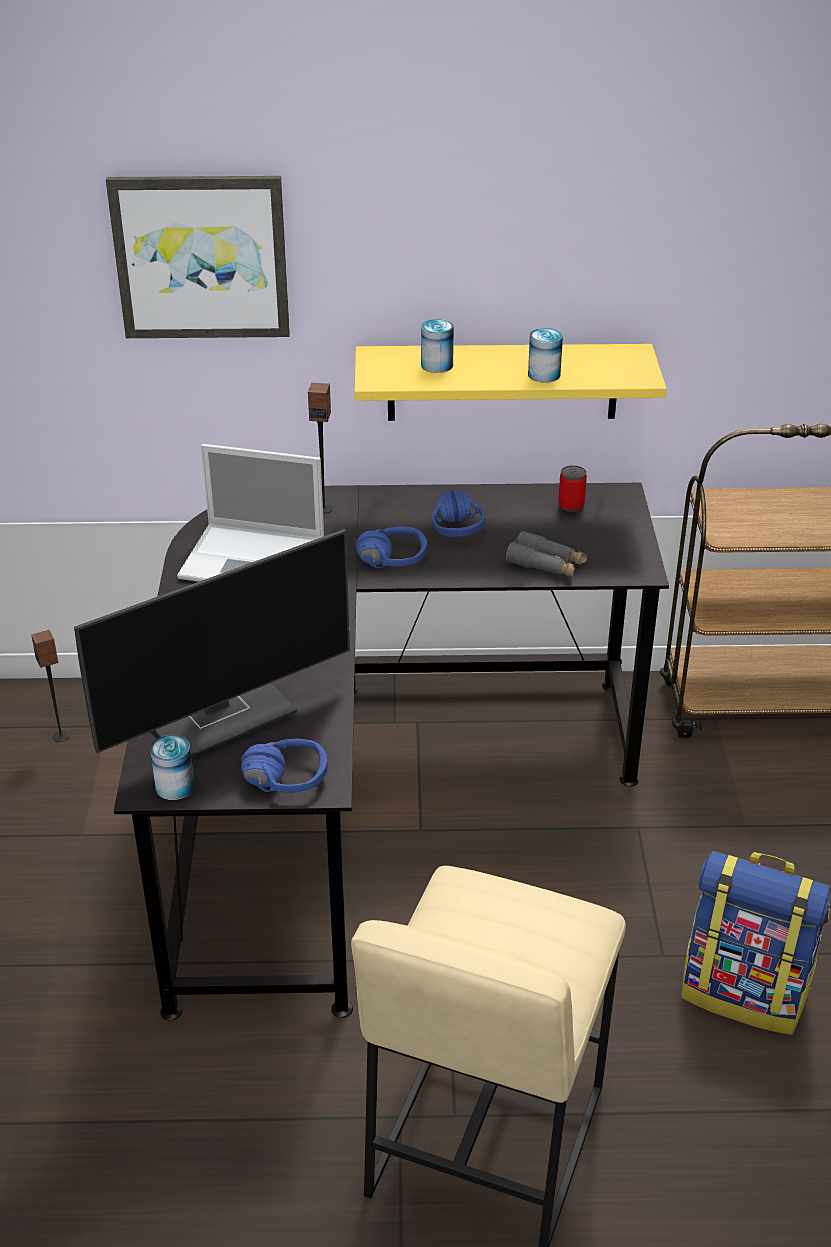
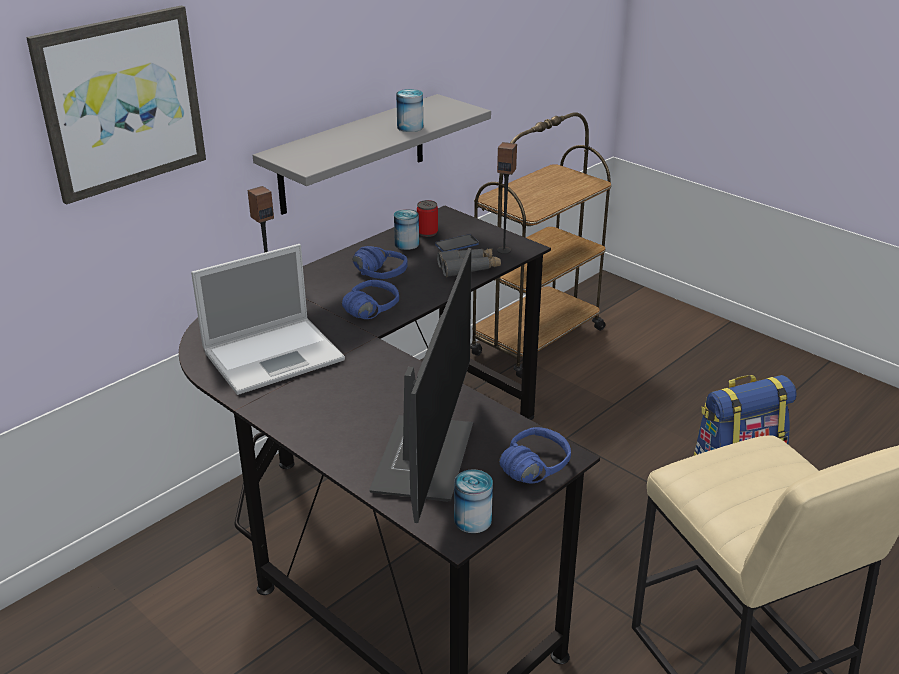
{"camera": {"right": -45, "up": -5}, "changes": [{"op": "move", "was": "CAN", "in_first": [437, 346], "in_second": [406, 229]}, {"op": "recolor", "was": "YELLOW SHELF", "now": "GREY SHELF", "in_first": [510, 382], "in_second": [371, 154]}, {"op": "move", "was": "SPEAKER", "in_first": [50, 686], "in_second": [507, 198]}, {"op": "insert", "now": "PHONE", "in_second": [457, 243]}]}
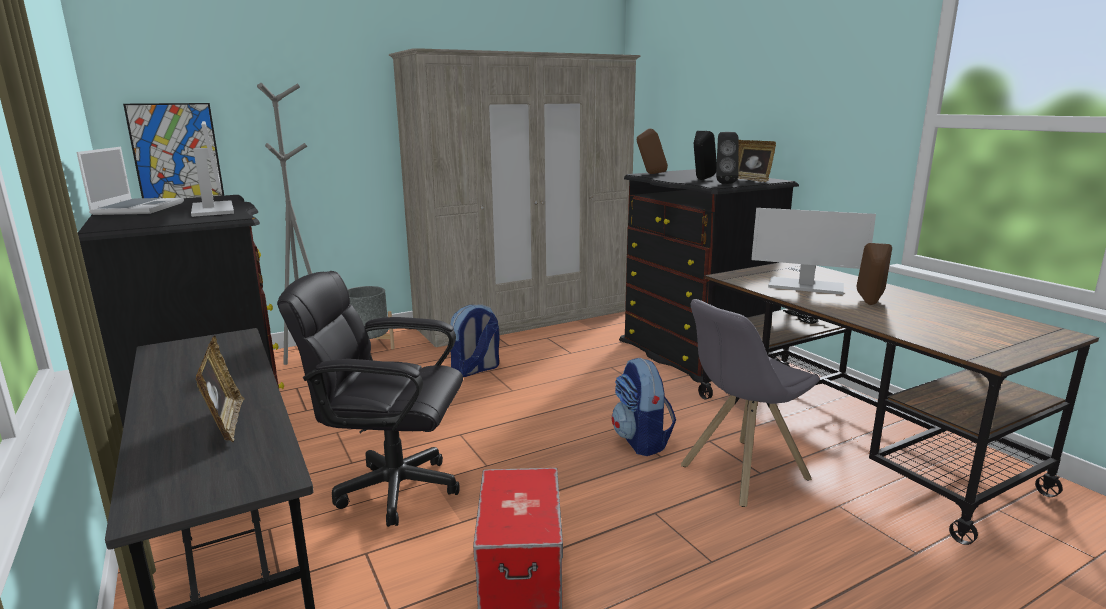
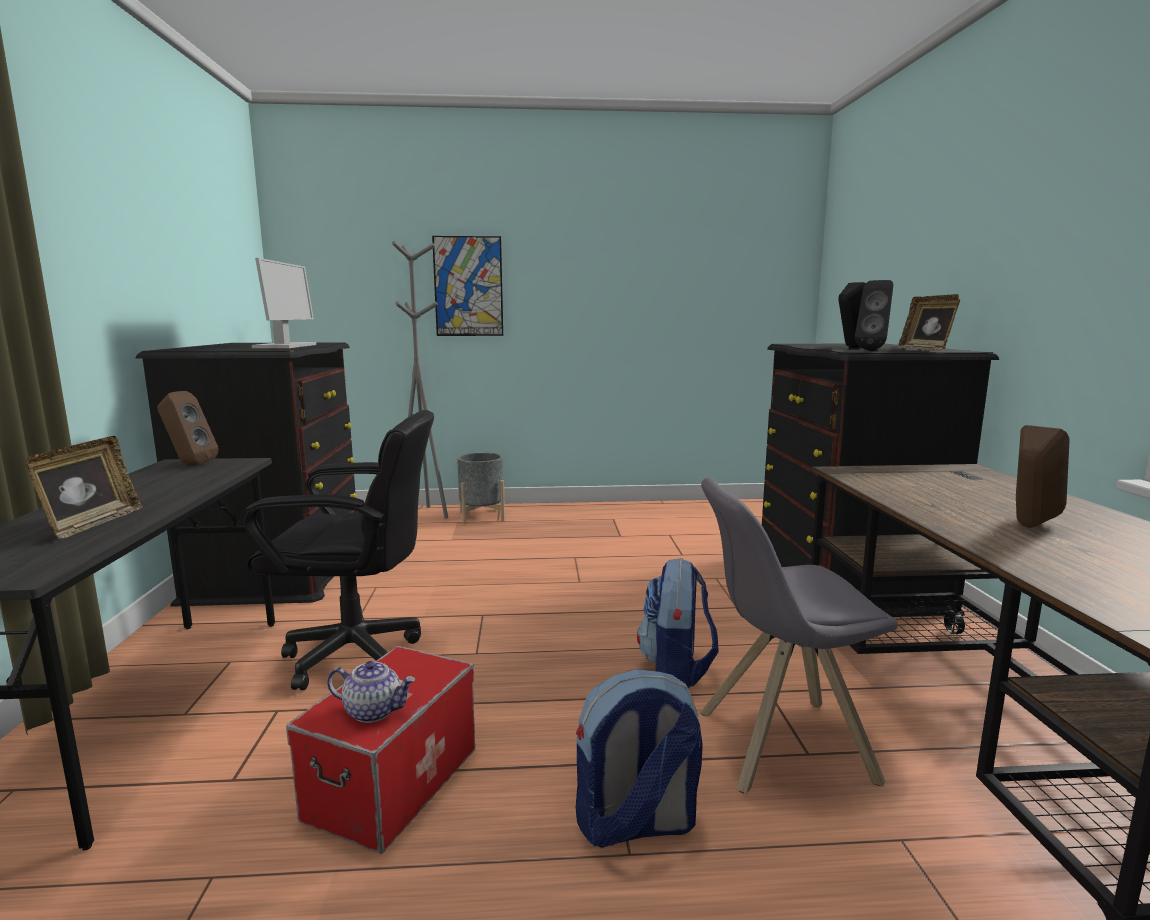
{"camera": {"right": 25, "up": -5}, "changes": [{"op": "delete", "was": "BEIGE WARDROBE", "in_first": [515, 197]}, {"op": "move", "was": "PICTURE", "in_first": [173, 150], "in_second": [467, 286]}, {"op": "move", "was": "BROWN SPEAKER", "in_first": [652, 151], "in_second": [188, 427]}, {"op": "delete", "was": "LAPTOP", "in_first": [130, 181]}, {"op": "delete", "was": "MONITOR", "in_first": [813, 251]}, {"op": "rotate", "was": "BLACK OFFICE CHAIR", "in_first": [370, 399], "in_second": [339, 550], "clockwise": 150}, {"op": "move", "was": "BACKPACK", "in_first": [475, 340], "in_second": [639, 758]}, {"op": "insert", "now": "TEAPOT", "in_second": [371, 692]}]}
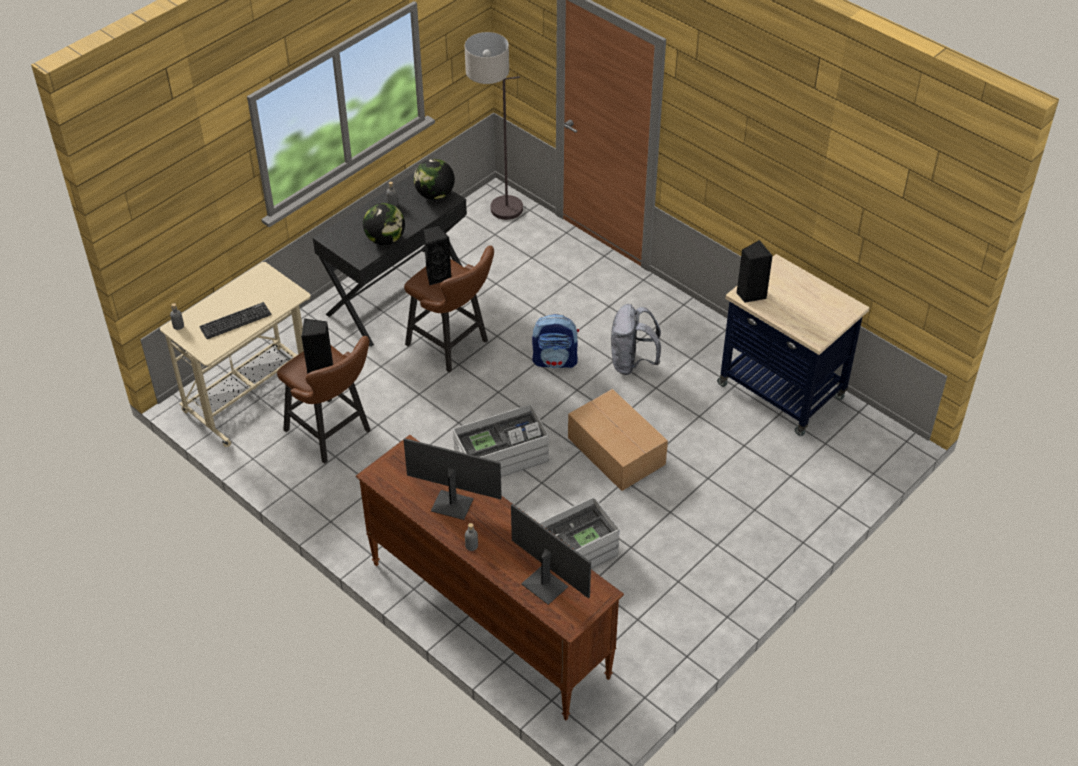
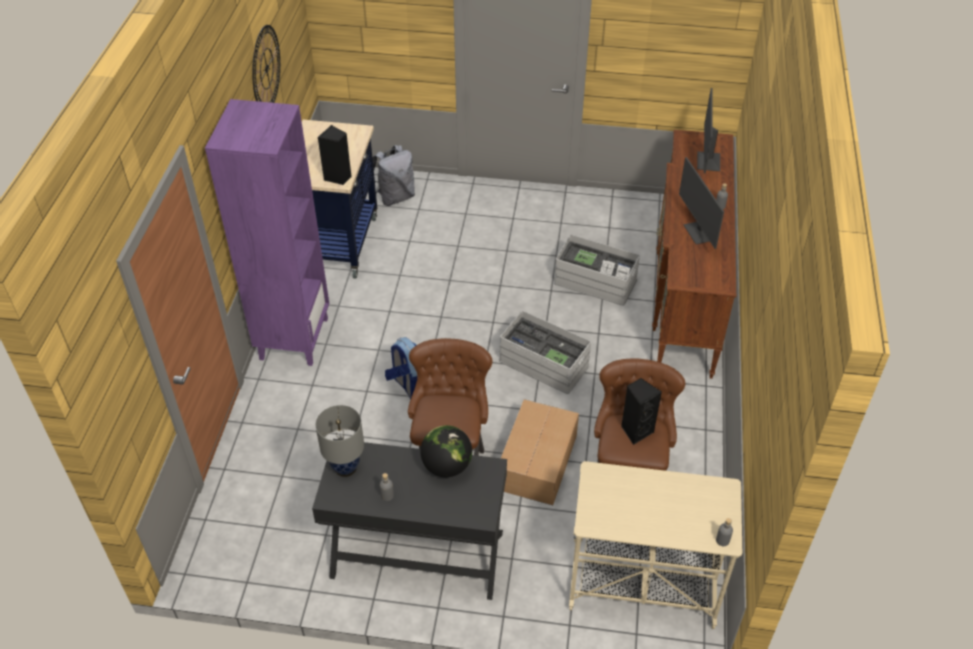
{"camera": {"right": -125, "up": 0}, "changes": [{"op": "delete", "was": "GREY FLOOR LAMP", "in_first": [494, 126]}, {"op": "replace", "was": "GLOBE", "now": "GREY TABLE LAMP", "in_first": [434, 179], "in_second": [340, 441]}, {"op": "delete", "was": "BLACK SPEAKER", "in_first": [437, 255]}, {"op": "delete", "was": "KEYBOARD", "in_first": [236, 320]}, {"op": "move", "was": "GREY BACKPACK", "in_first": [636, 339], "in_second": [393, 175]}, {"op": "move", "was": "CARDBOARD BOX", "in_first": [618, 440], "in_second": [540, 452]}, {"op": "insert", "now": "WALL CLOCK", "in_second": [266, 64]}, {"op": "insert", "now": "PURPLE BOOKCASE", "in_second": [267, 232]}]}
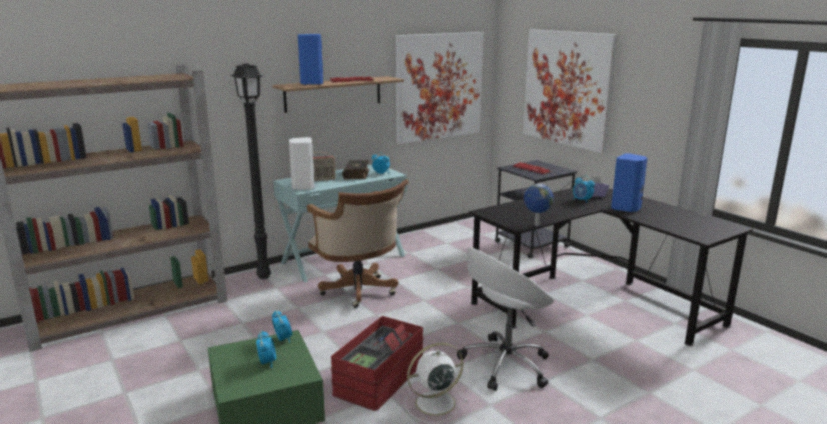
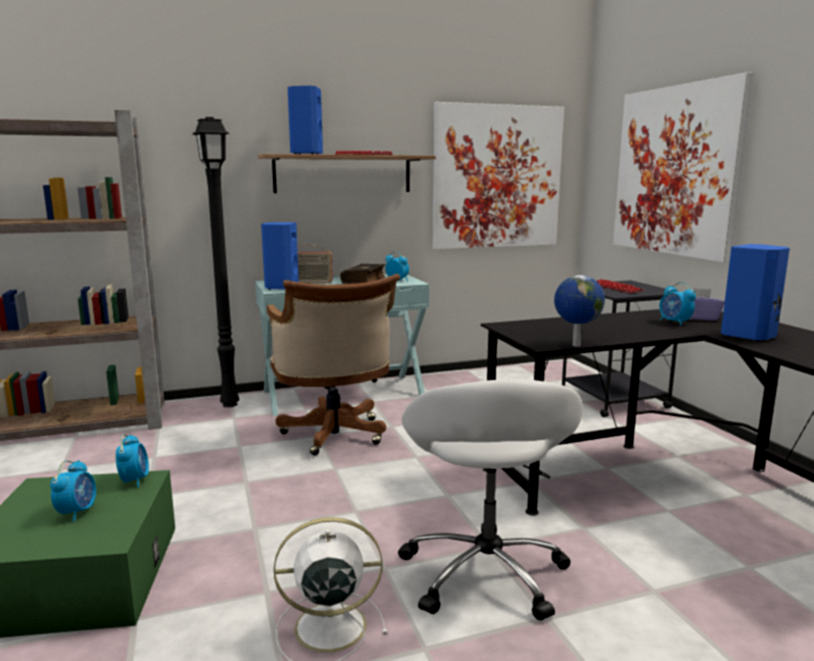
{"camera": {"right": 15, "up": -5}, "changes": [{"op": "recolor", "was": "WHITE SPEAKER", "now": "BLUE SPEAKER", "in_first": [301, 163], "in_second": [280, 256]}, {"op": "rotate", "was": "WHITE OFFICE CHAIR", "in_first": [505, 319], "in_second": [490, 499], "clockwise": -75}, {"op": "delete", "was": "RED STORAGE BOX", "in_first": [377, 363]}]}
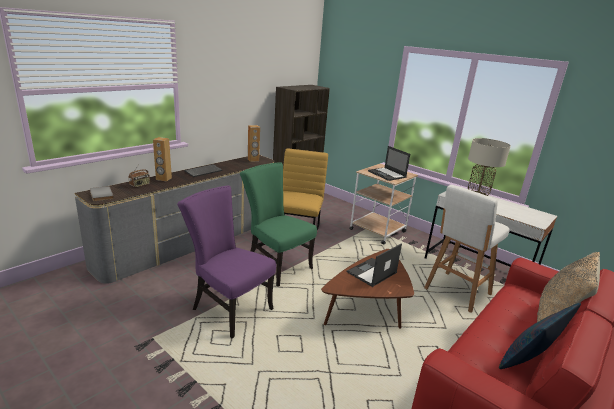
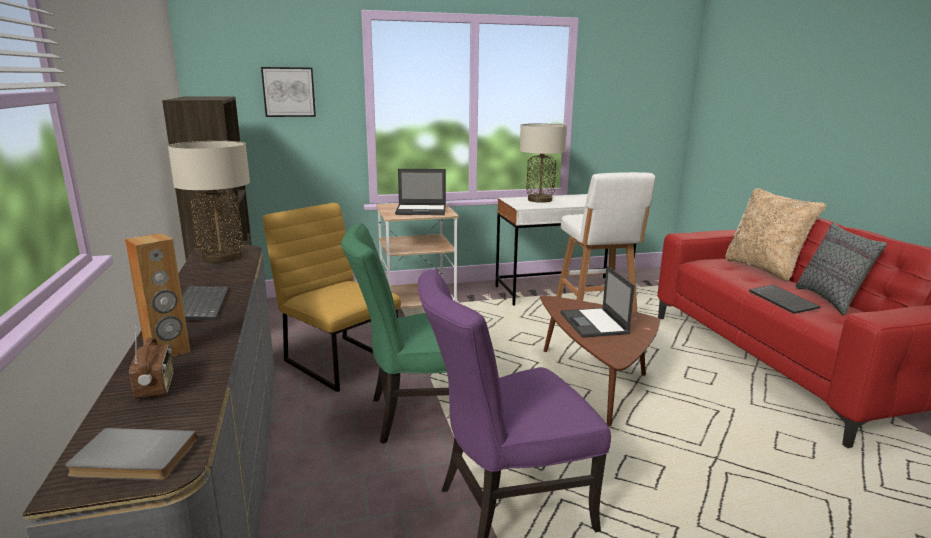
{"camera": {"right": -55, "up": -5}, "changes": [{"op": "replace", "was": "BROWN SPEAKER", "now": "TABLE LAMP", "in_first": [254, 143], "in_second": [209, 202]}, {"op": "recolor", "was": "BLUE PILLOW", "now": "GREY PILLOW", "in_first": [540, 336], "in_second": [841, 268]}, {"op": "insert", "now": "PICTURE", "in_second": [288, 92]}, {"op": "insert", "now": "KEYBOARD", "in_second": [785, 299]}]}
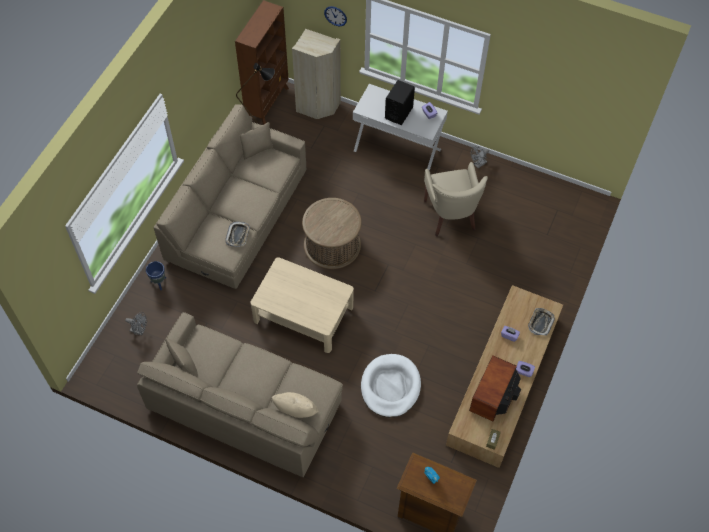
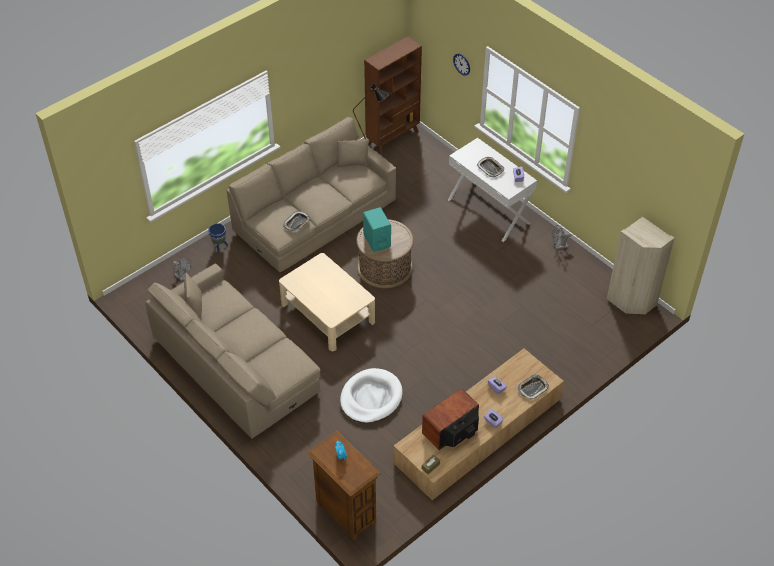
{"camera": {"right": 25, "up": -10}, "changes": [{"op": "move", "was": "BEIGE CABINET", "in_first": [316, 74], "in_second": [641, 265]}, {"op": "replace", "was": "BLACK SPEAKER", "now": "TRAY", "in_first": [400, 102], "in_second": [491, 167]}, {"op": "delete", "was": "BEIGE ARMCHAIR", "in_first": [456, 199]}, {"op": "delete", "was": "BEIGE PILLOW", "in_first": [295, 405]}, {"op": "insert", "now": "TURQUOISE SPEAKER", "in_second": [377, 229]}]}
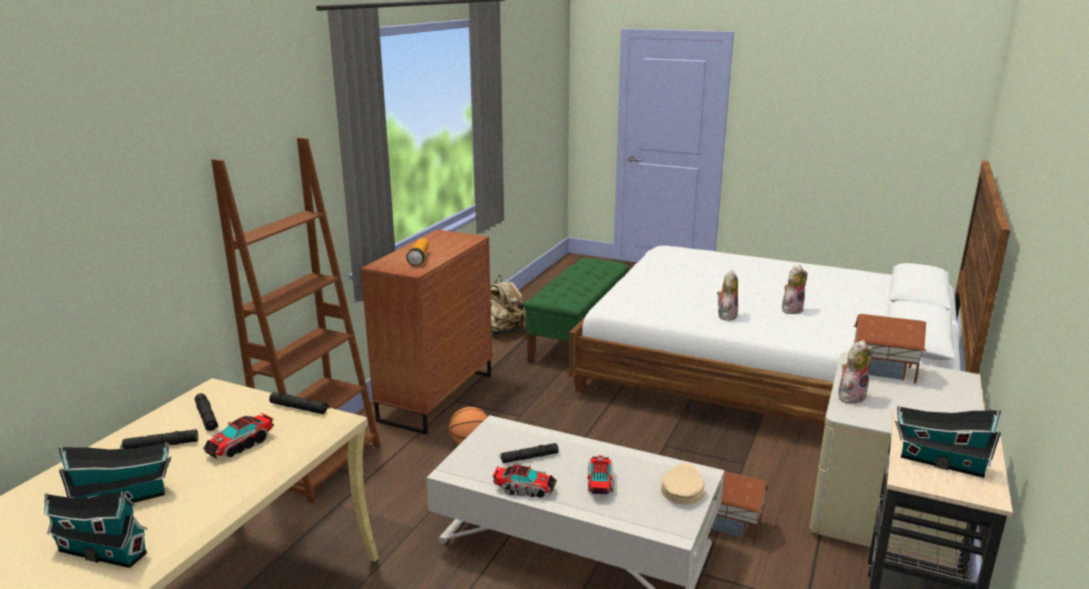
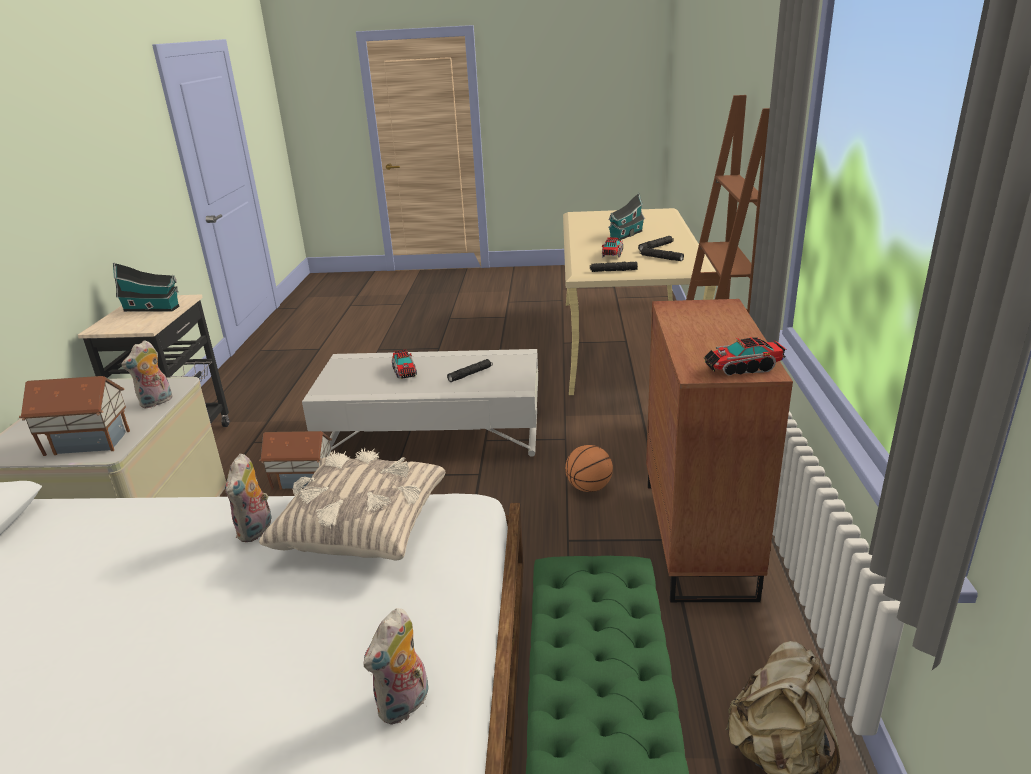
{"camera": {"right": 160, "up": 5}, "changes": [{"op": "delete", "was": "FLASHLIGHT", "in_first": [417, 252]}, {"op": "move", "was": "PLUSH TOY", "in_first": [794, 289], "in_second": [396, 666]}, {"op": "delete", "was": "BEIGE CAP", "in_first": [683, 484]}, {"op": "move", "was": "TOY TRUCK", "in_first": [524, 481], "in_second": [745, 356]}, {"op": "delete", "was": "TOY HOUSE", "in_first": [95, 529]}, {"op": "insert", "now": "BEIGE PILLOW", "in_second": [352, 504]}]}
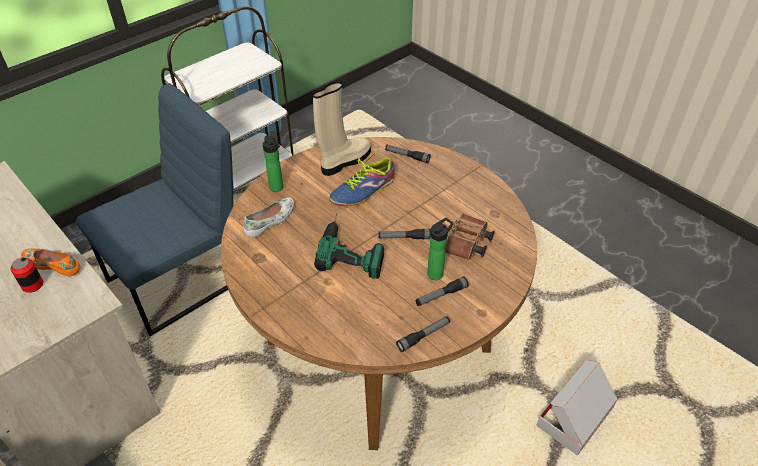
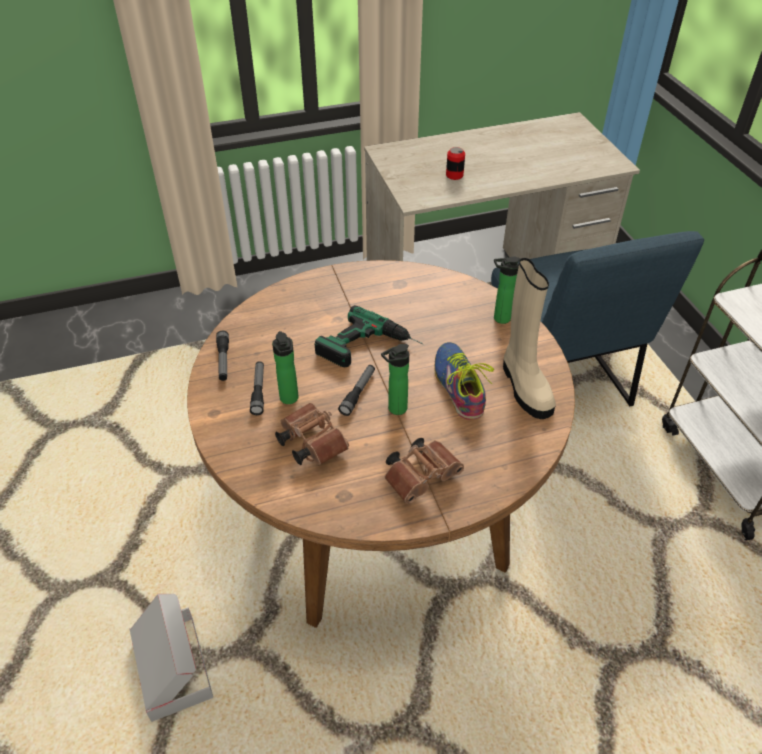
{"camera": {"right": 115, "up": 0}, "changes": [{"op": "delete", "was": "FLASHLIGHT", "in_first": [408, 154]}, {"op": "delete", "was": "WHITE SHOE", "in_first": [268, 217]}, {"op": "delete", "was": "ORANGE SHOE", "in_first": [51, 262]}, {"op": "insert", "now": "BOTTLE", "in_second": [395, 379]}, {"op": "insert", "now": "BROWN BINOCULARS", "in_second": [424, 471]}]}
